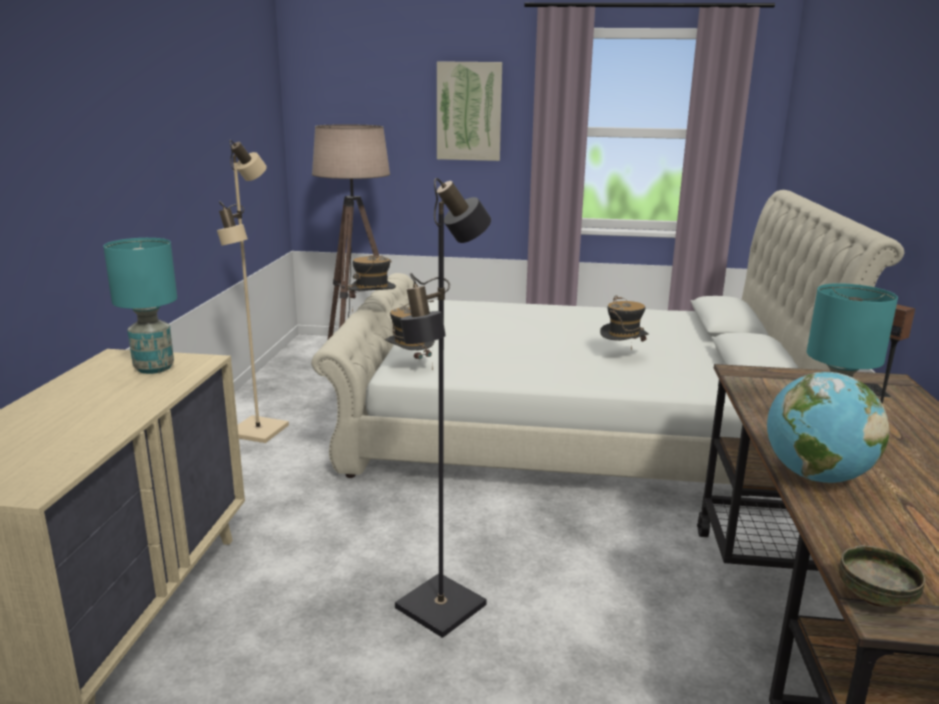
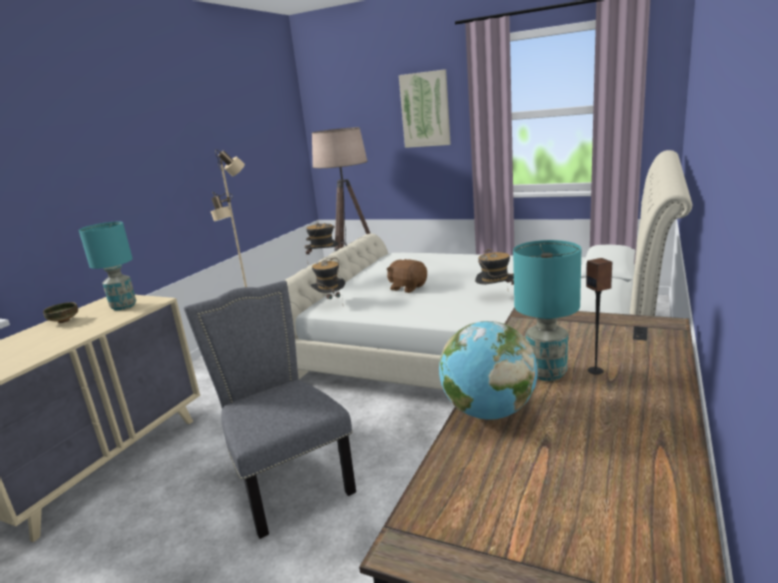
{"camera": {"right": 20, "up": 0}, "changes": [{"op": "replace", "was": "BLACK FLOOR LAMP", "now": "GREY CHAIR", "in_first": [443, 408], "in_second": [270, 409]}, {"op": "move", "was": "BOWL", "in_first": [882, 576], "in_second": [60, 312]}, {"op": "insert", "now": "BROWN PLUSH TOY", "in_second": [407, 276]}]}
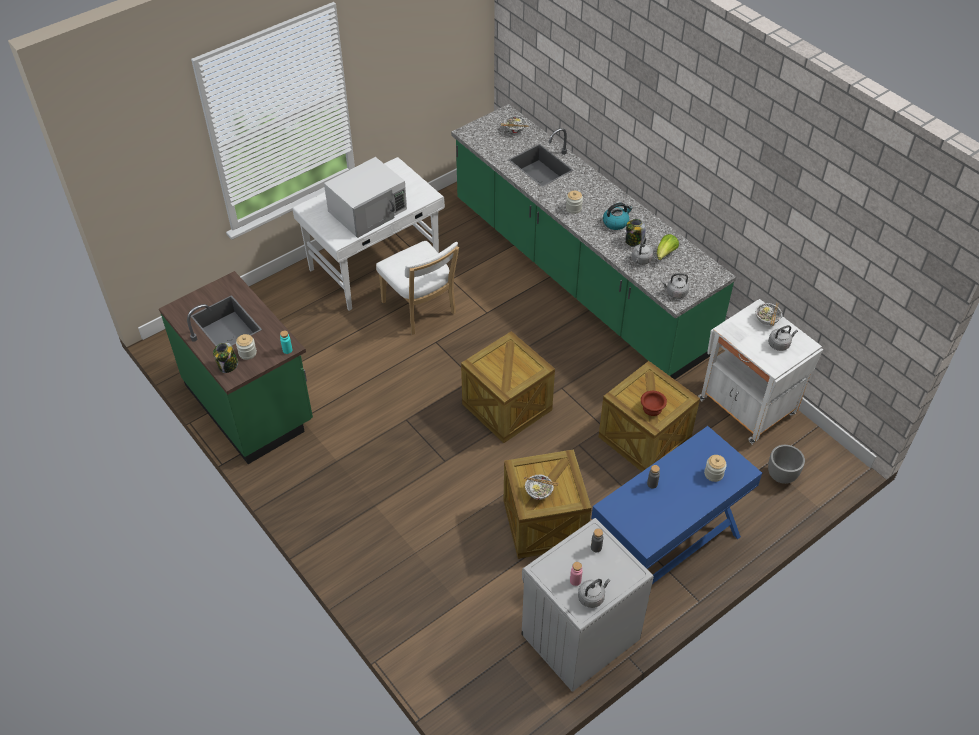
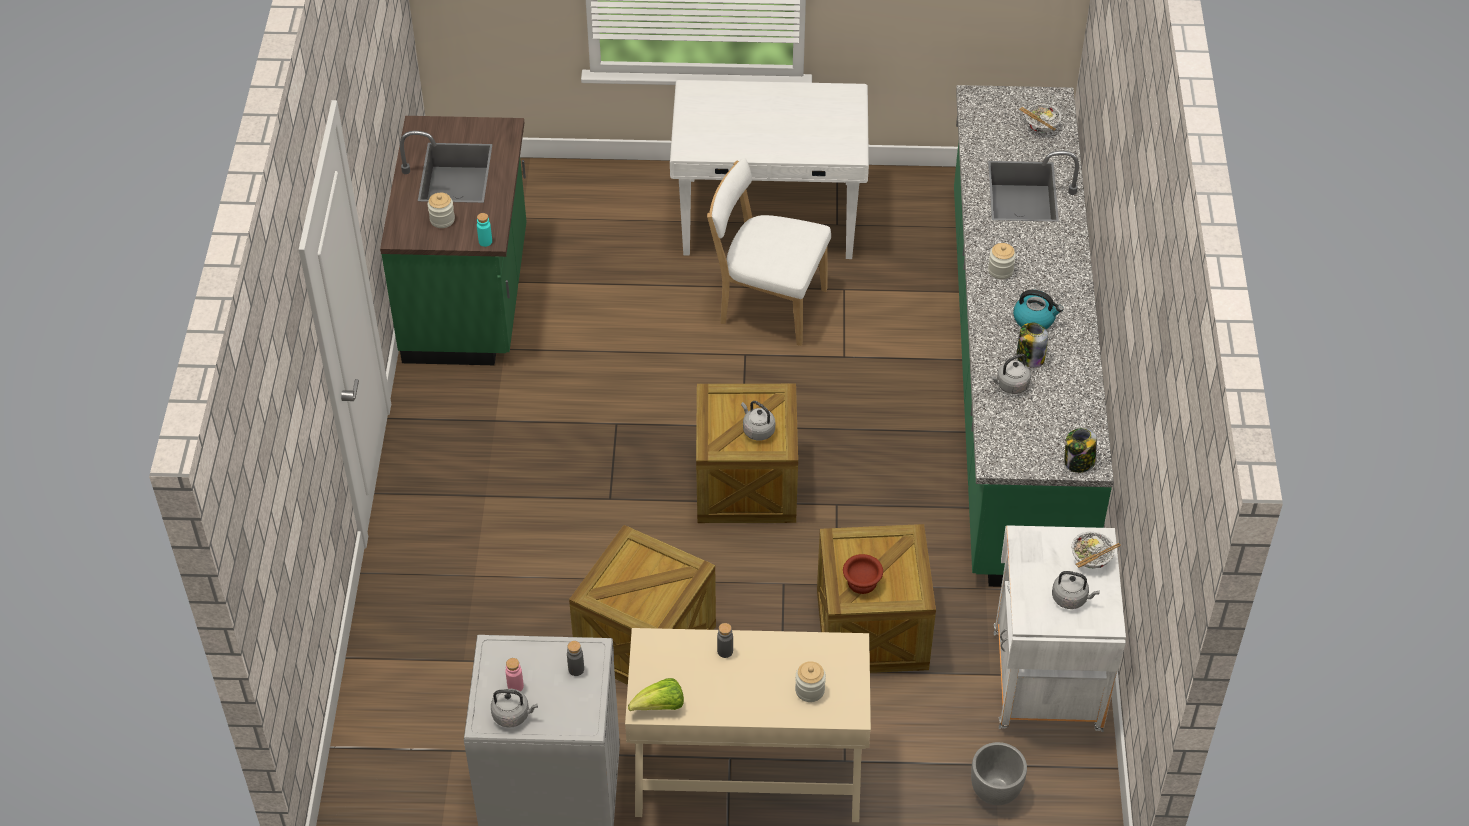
{"camera": {"right": 40, "up": 0}, "changes": [{"op": "delete", "was": "WHITE MICROWAVE", "in_first": [365, 197]}, {"op": "move", "was": "LETTUCE", "in_first": [668, 247], "in_second": [656, 694]}, {"op": "rotate", "was": "WHITE CHAIR", "in_first": [417, 288], "in_second": [769, 252], "clockwise": 105}, {"op": "move", "was": "GREY KETTLE", "in_first": [675, 286], "in_second": [758, 421]}, {"op": "move", "was": "JAR", "in_first": [225, 357], "in_second": [1080, 450]}, {"op": "recolor", "was": "BLUE CONSOLE TABLE", "now": "BEIGE CONSOLE TABLE", "in_first": [676, 505], "in_second": [748, 725]}, {"op": "delete", "was": "BOWL", "in_first": [541, 487]}]}
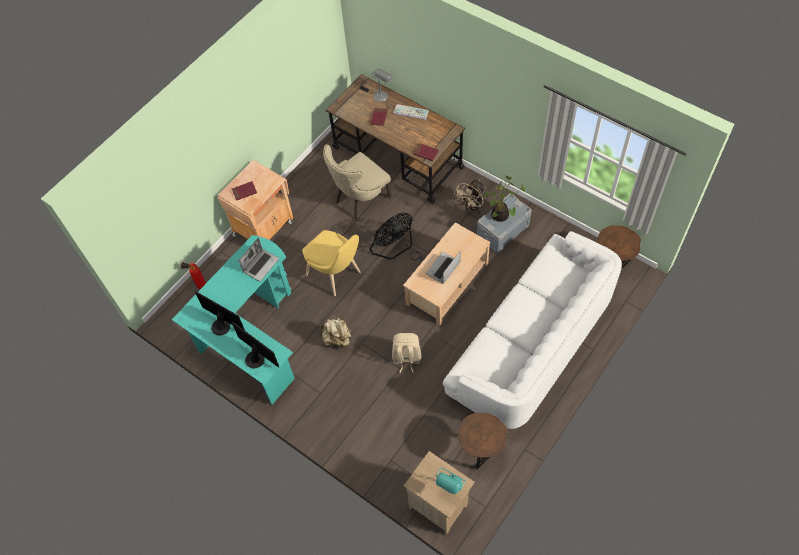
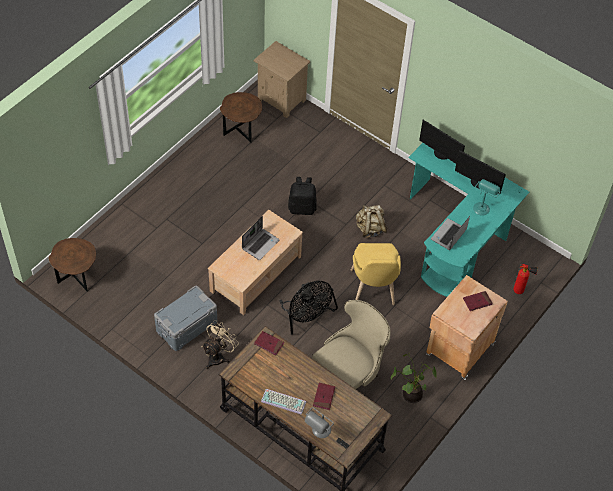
{"camera": {"right": 175, "up": -5}, "changes": [{"op": "move", "was": "POTTED PLANT", "in_first": [504, 199], "in_second": [414, 378]}, {"op": "rotate", "was": "YELLOW CHAIR", "in_first": [331, 263], "in_second": [376, 274], "clockwise": -135}, {"op": "delete", "was": "WHITE SOFA", "in_first": [532, 330]}, {"op": "recolor", "was": "BEIGE BACKPACK", "now": "BLACK BACKPACK", "in_first": [406, 353], "in_second": [302, 196]}, {"op": "move", "was": "TURQUOISE TABLE LAMP", "in_first": [450, 481], "in_second": [486, 197]}]}
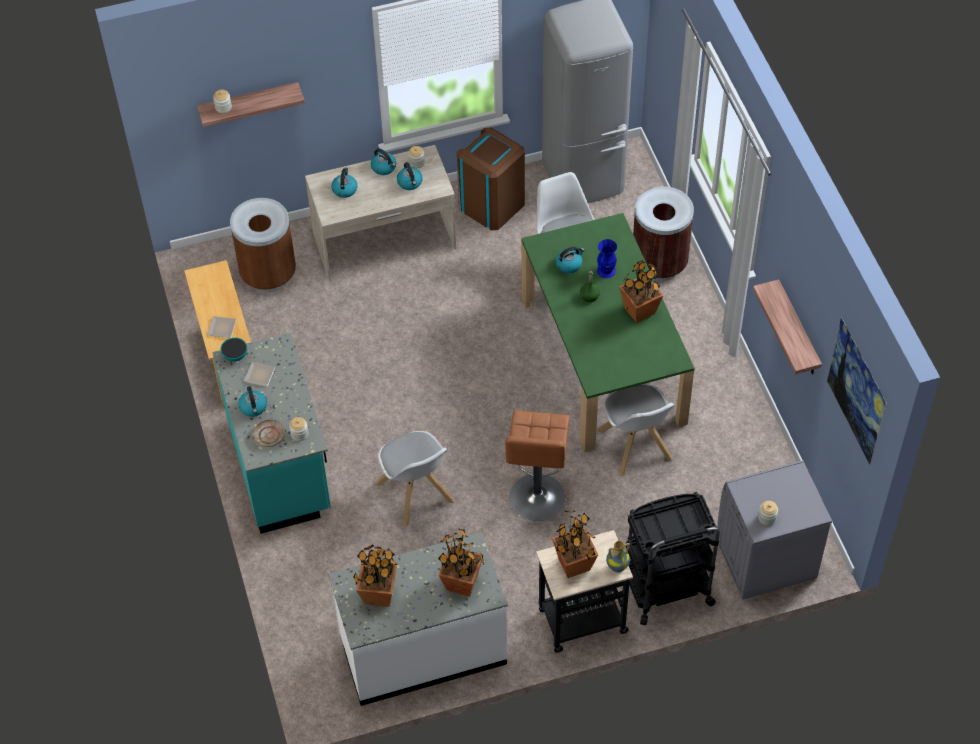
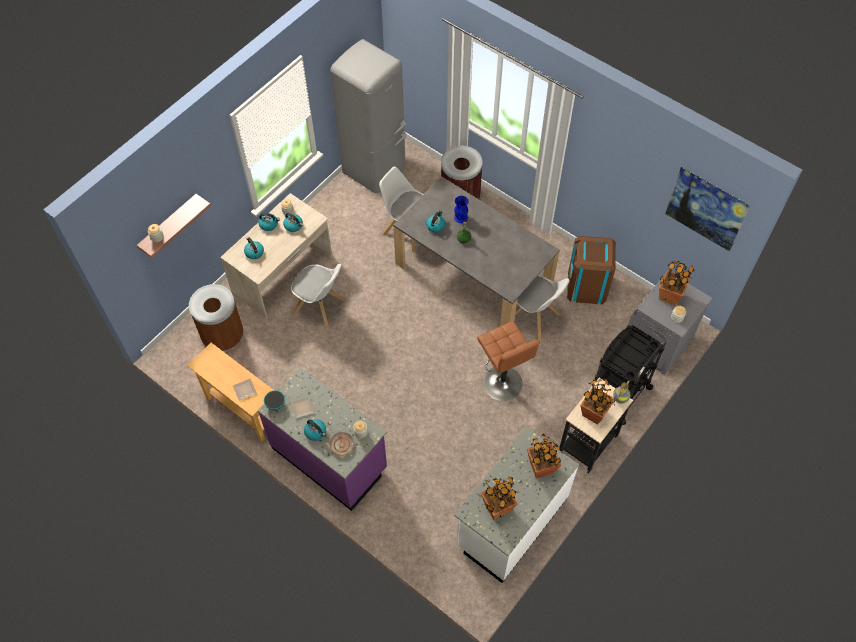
{"camera": {"right": -35, "up": 5}, "changes": [{"op": "move", "was": "BROWN TRASH CAN", "in_first": [491, 178], "in_second": [591, 270]}, {"op": "recolor", "was": "GREEN DINING TABLE", "now": "GREY DINING TABLE", "in_first": [608, 332], "in_second": [476, 251]}, {"op": "move", "was": "POTTED PLANT", "in_first": [641, 291], "in_second": [677, 283]}, {"op": "delete", "was": "SHELF", "in_first": [787, 327]}, {"op": "recolor", "was": "TURQUOISE COUNTER", "now": "PURPLE COUNTER", "in_first": [271, 433], "in_second": [322, 439]}, {"op": "move", "was": "CHAIR", "in_first": [415, 479], "in_second": [319, 297]}]}
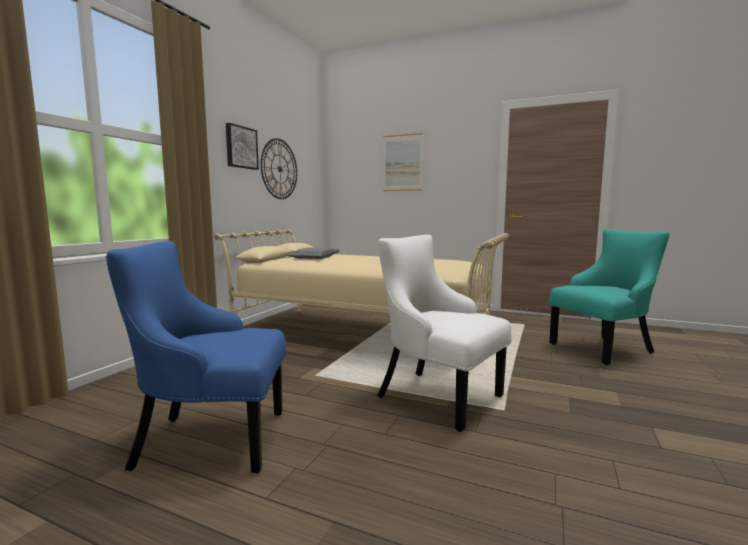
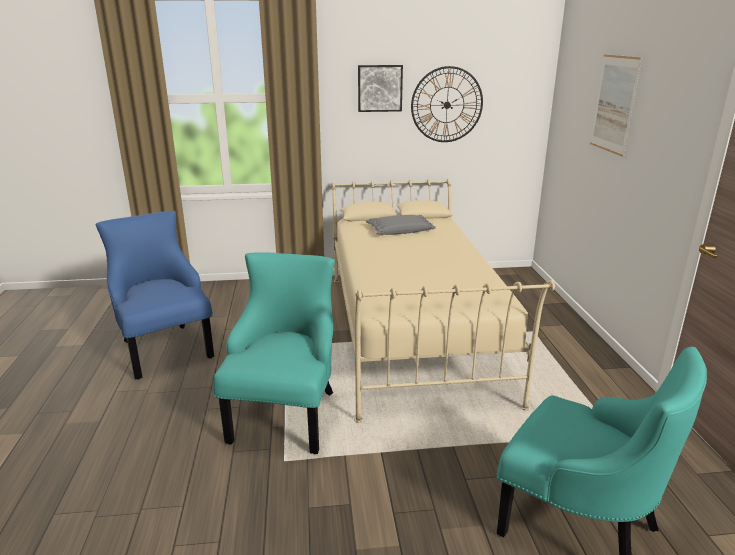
{"camera": {"right": 60, "up": 15}, "changes": [{"op": "recolor", "was": "WHITE CHAIR", "now": "TURQUOISE CHAIR", "in_first": [444, 333], "in_second": [274, 353]}]}
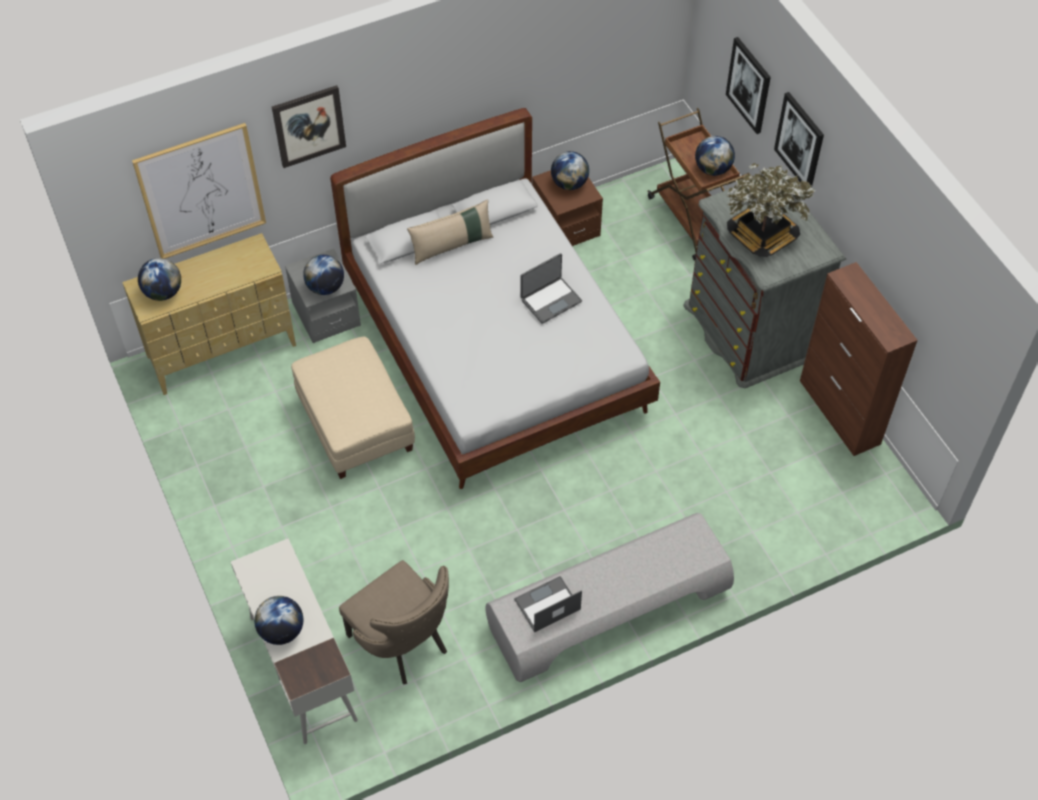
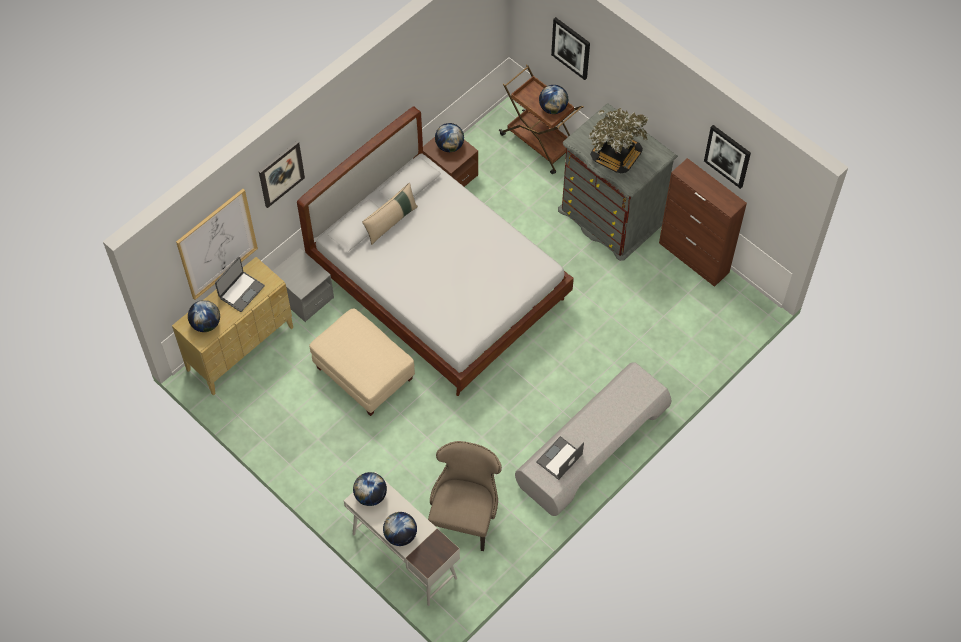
{"camera": {"right": -20, "up": 5}, "changes": [{"op": "move", "was": "PICTURE", "in_first": [799, 139], "in_second": [727, 157]}, {"op": "move", "was": "LAPTOP", "in_first": [551, 288], "in_second": [240, 284]}, {"op": "move", "was": "GLOBE", "in_first": [323, 275], "in_second": [370, 489]}, {"op": "rotate", "was": "BEIGE CHAIR", "in_first": [394, 622], "in_second": [465, 496], "clockwise": -105}]}
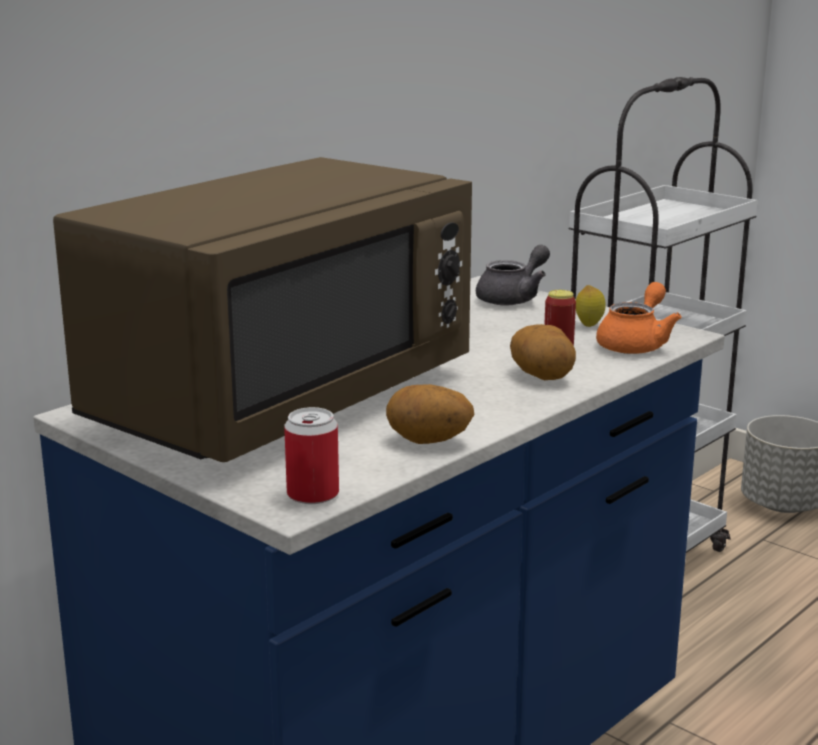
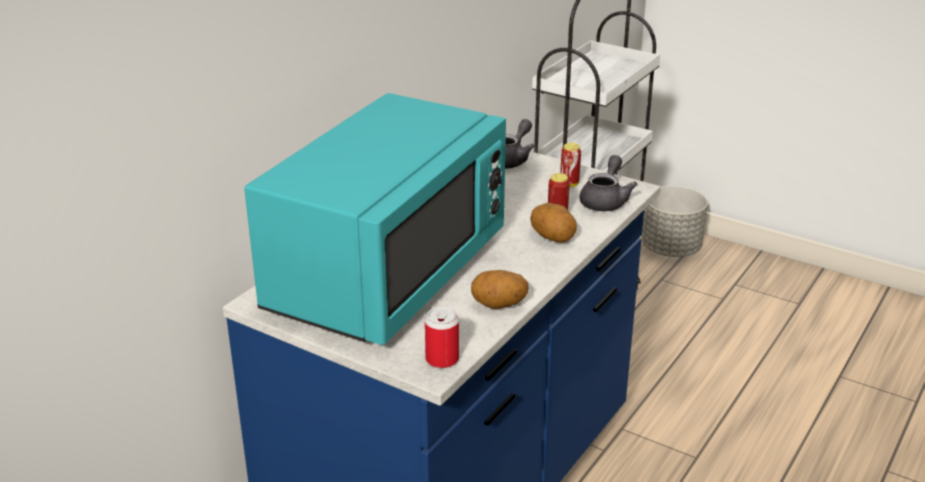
{"camera": {"right": -10, "up": 10}, "changes": [{"op": "recolor", "was": "BROWN MICROWAVE", "now": "TURQUOISE MICROWAVE", "in_first": [262, 309], "in_second": [375, 219]}, {"op": "recolor", "was": "ORANGE TEAPOT", "now": "GREY TEAPOT", "in_first": [639, 318], "in_second": [608, 183]}, {"op": "replace", "was": "LEMON", "now": "CAN", "in_first": [591, 306], "in_second": [570, 165]}]}
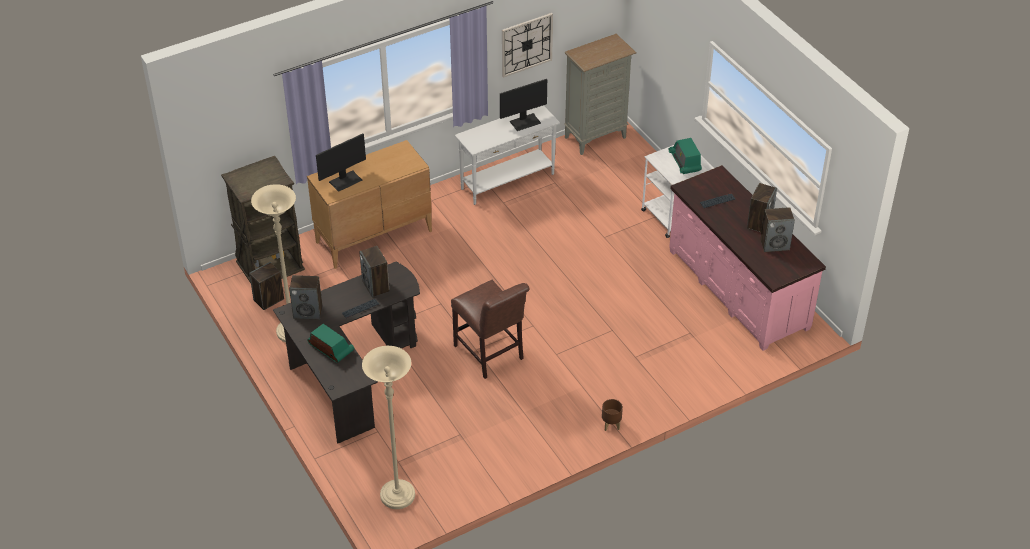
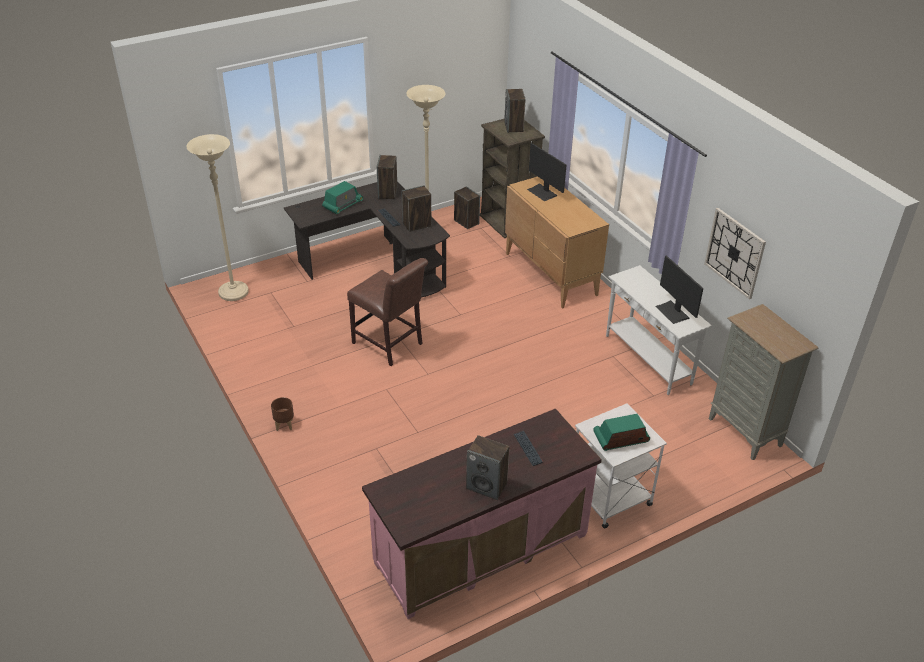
{"camera": {"right": 90, "up": -5}, "changes": [{"op": "move", "was": "SPEAKER", "in_first": [777, 229], "in_second": [515, 111]}, {"op": "rotate", "was": "BROWN CHAIR", "in_first": [490, 329], "in_second": [387, 312], "clockwise": -105}]}
